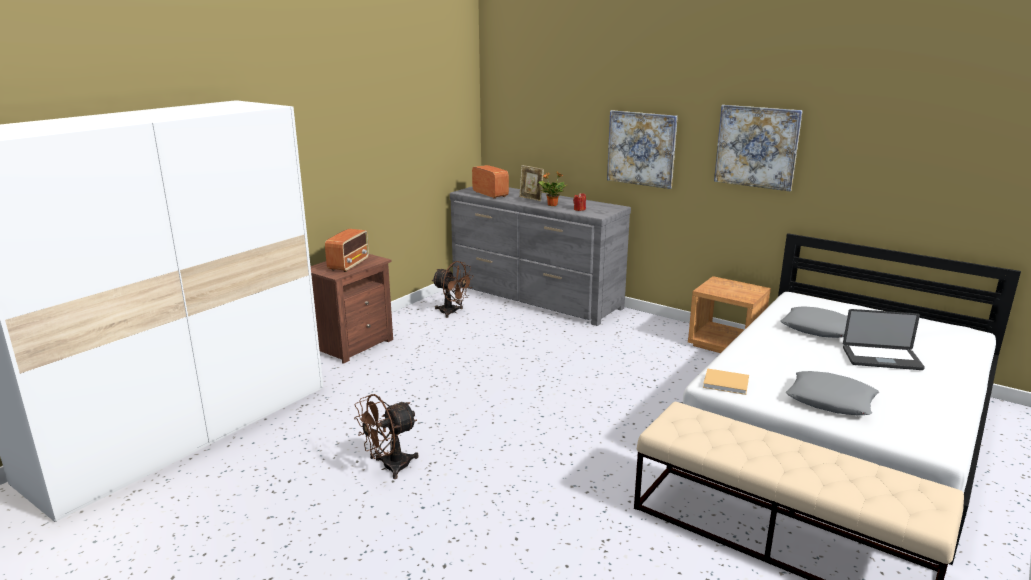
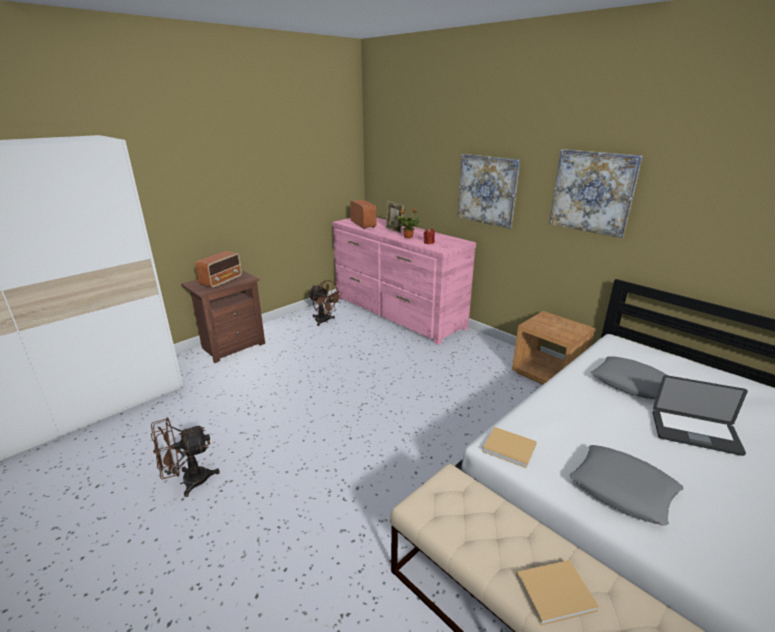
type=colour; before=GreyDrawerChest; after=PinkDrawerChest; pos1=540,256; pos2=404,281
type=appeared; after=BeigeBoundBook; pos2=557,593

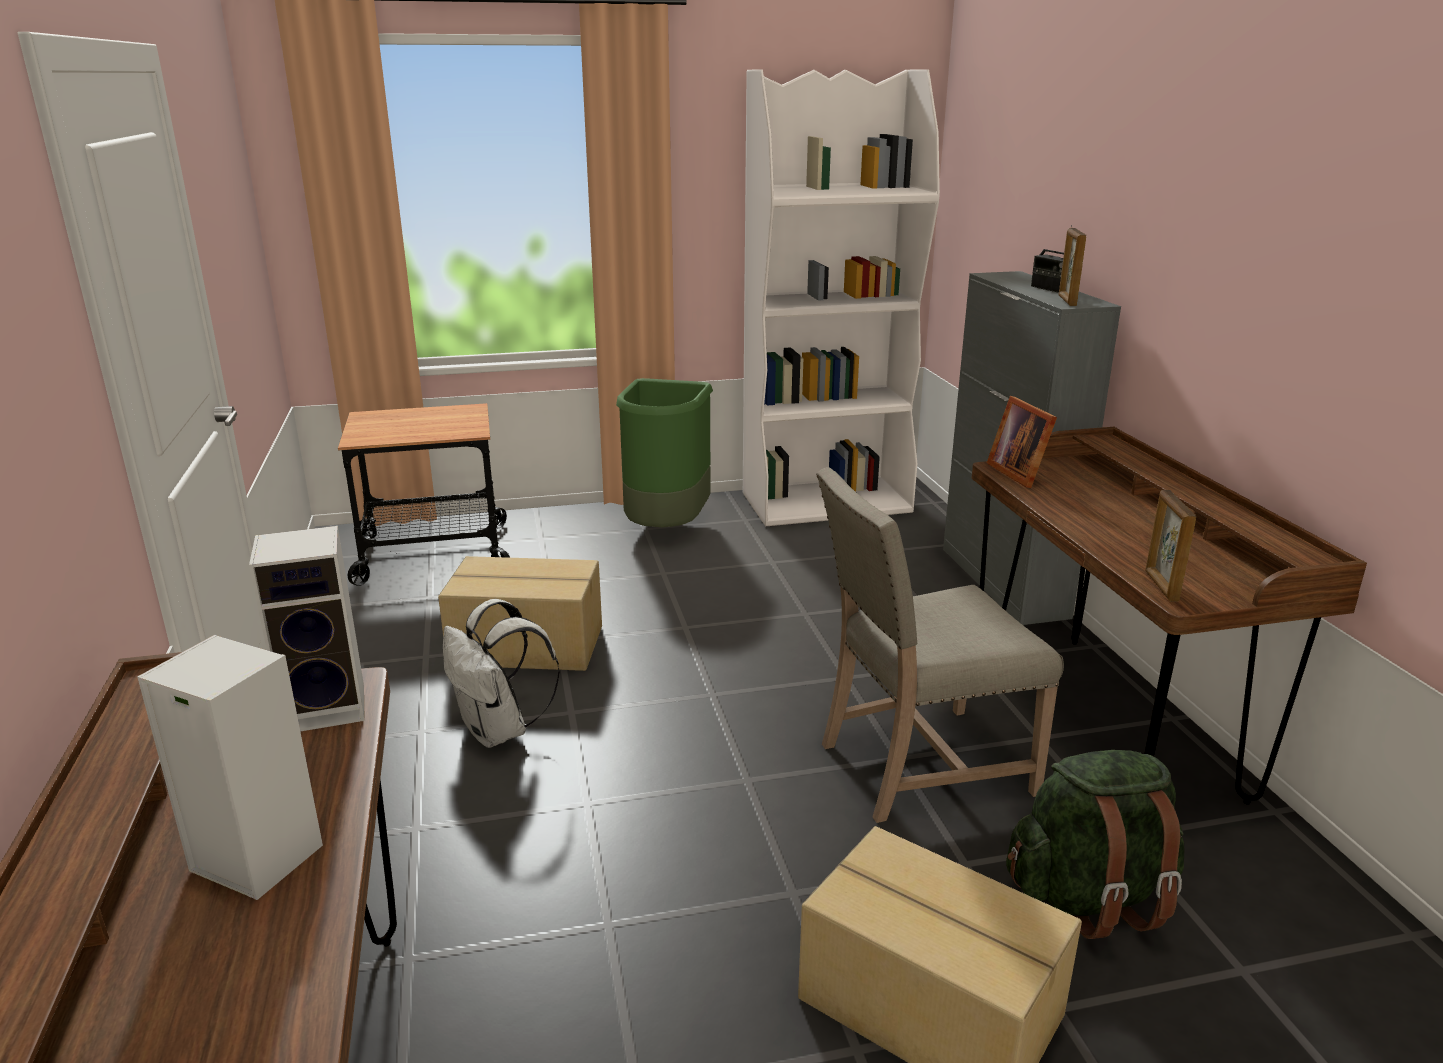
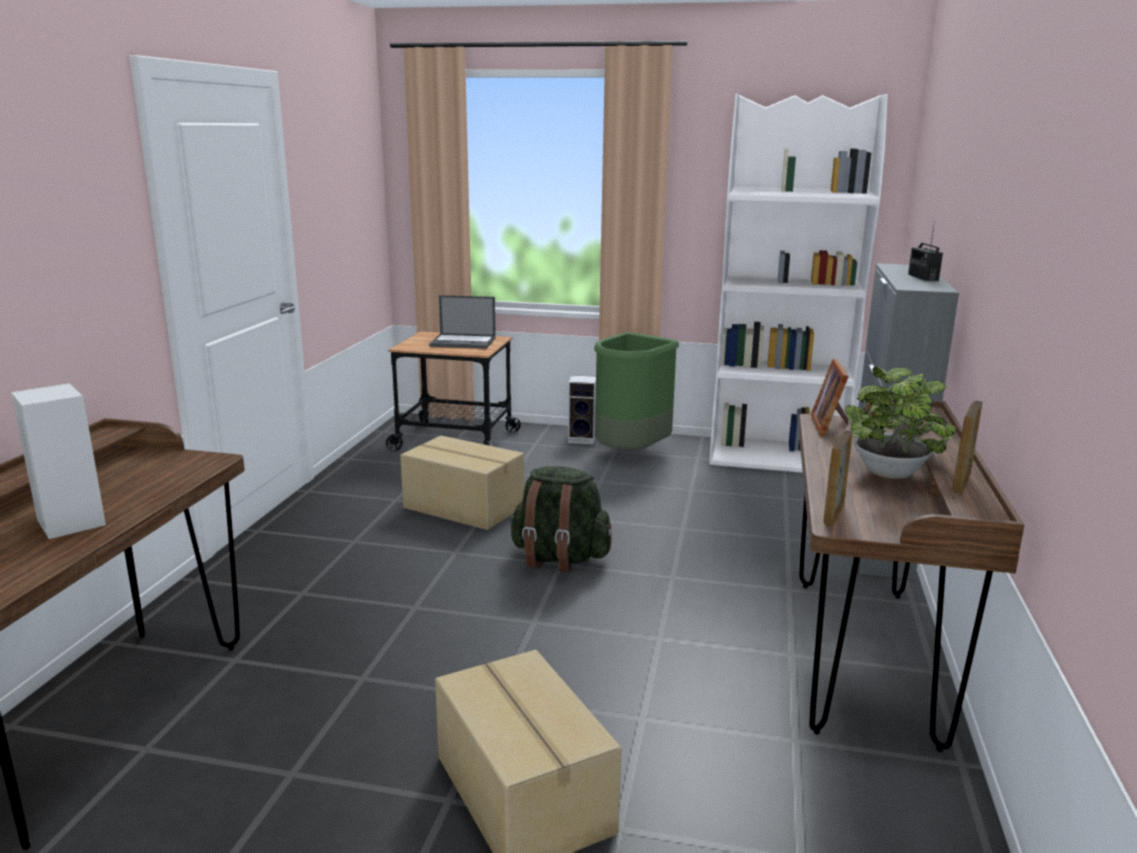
type=relocated; before=Loudspeaker; pos1=307,629; pos2=582,409
type=missing; before=WhitishBackpack; pos1=501,673
type=missing; before=BeigeUprightChair; pos1=940,645
type=relocated; before=GreenishBackpack; pos1=1095,844; pos2=561,519
type=relocated; before=PictureFrame; pos1=1072,267; pos2=967,447
type=appeared; after=PortableComputer; pos2=462,322
type=appeared; after=PottedPlant; pos2=900,422

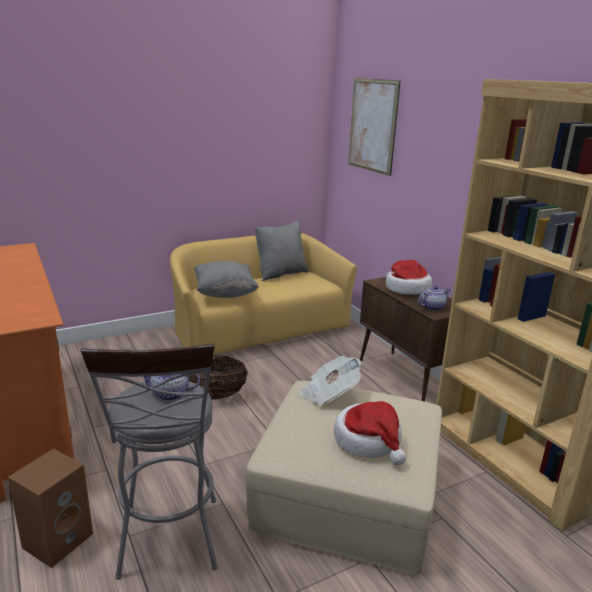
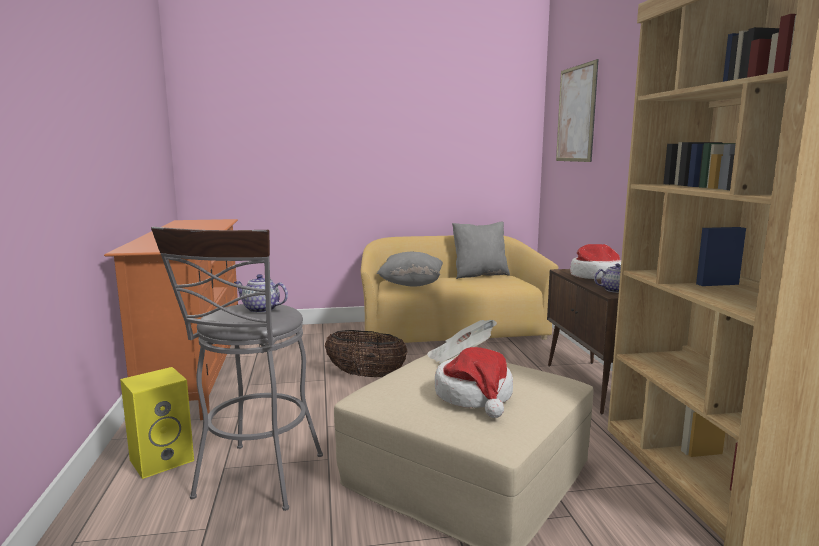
type=colour; before=BrownLoudspeaker; after=YellowishLoudspeaker; pos1=50,508; pos2=157,423

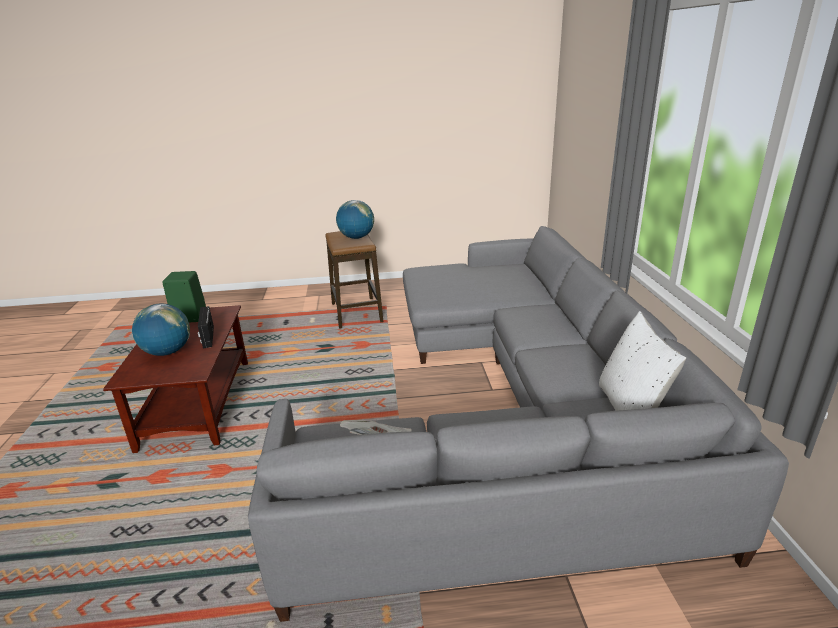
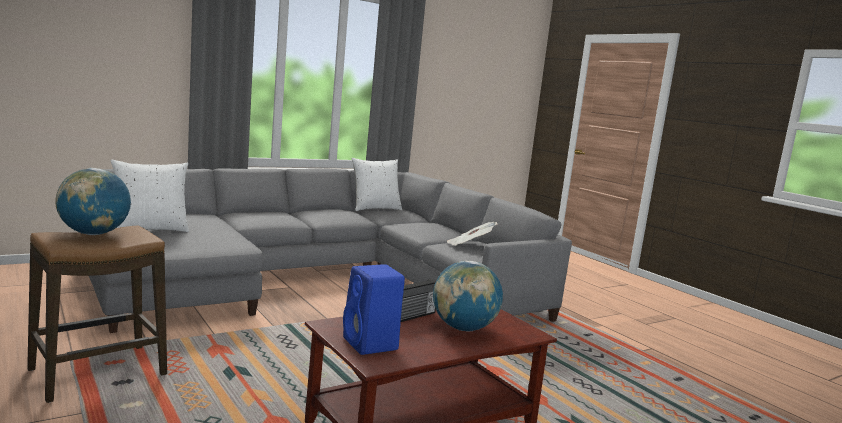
type=colour; before=GreenishLoudspeaker; after=BluishLoudspeaker; pos1=184,296; pos2=374,309
type=appeared; after=WhitishCushion; pos2=150,196

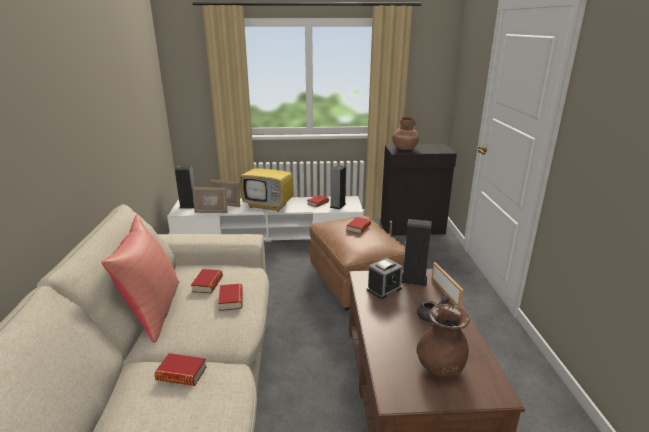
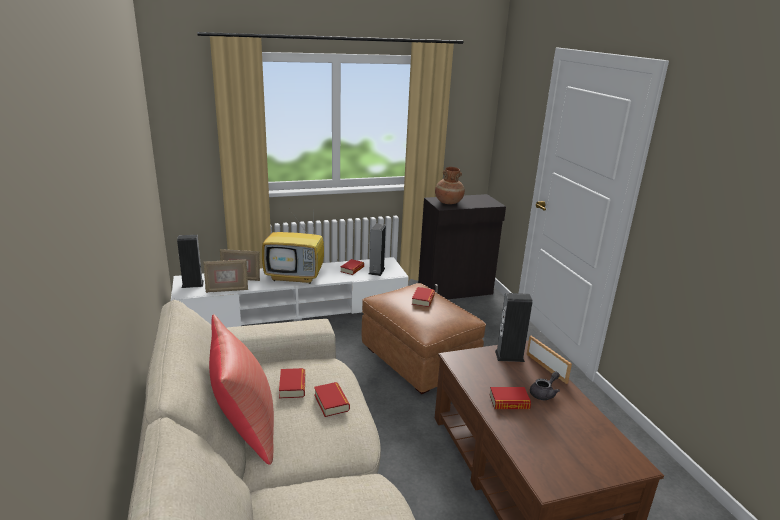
type=relocated; before=BoundBook; pos1=180,369; pos2=510,398
type=missing; before=AlarmClock; pos1=385,278
type=missing; before=BrownDecorativeVase; pos1=443,340

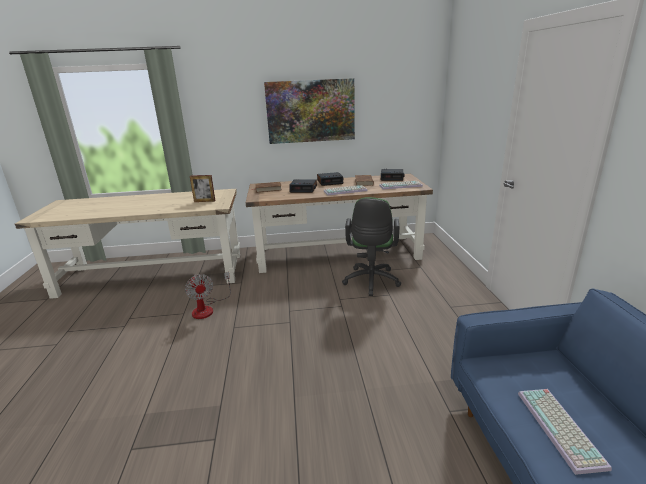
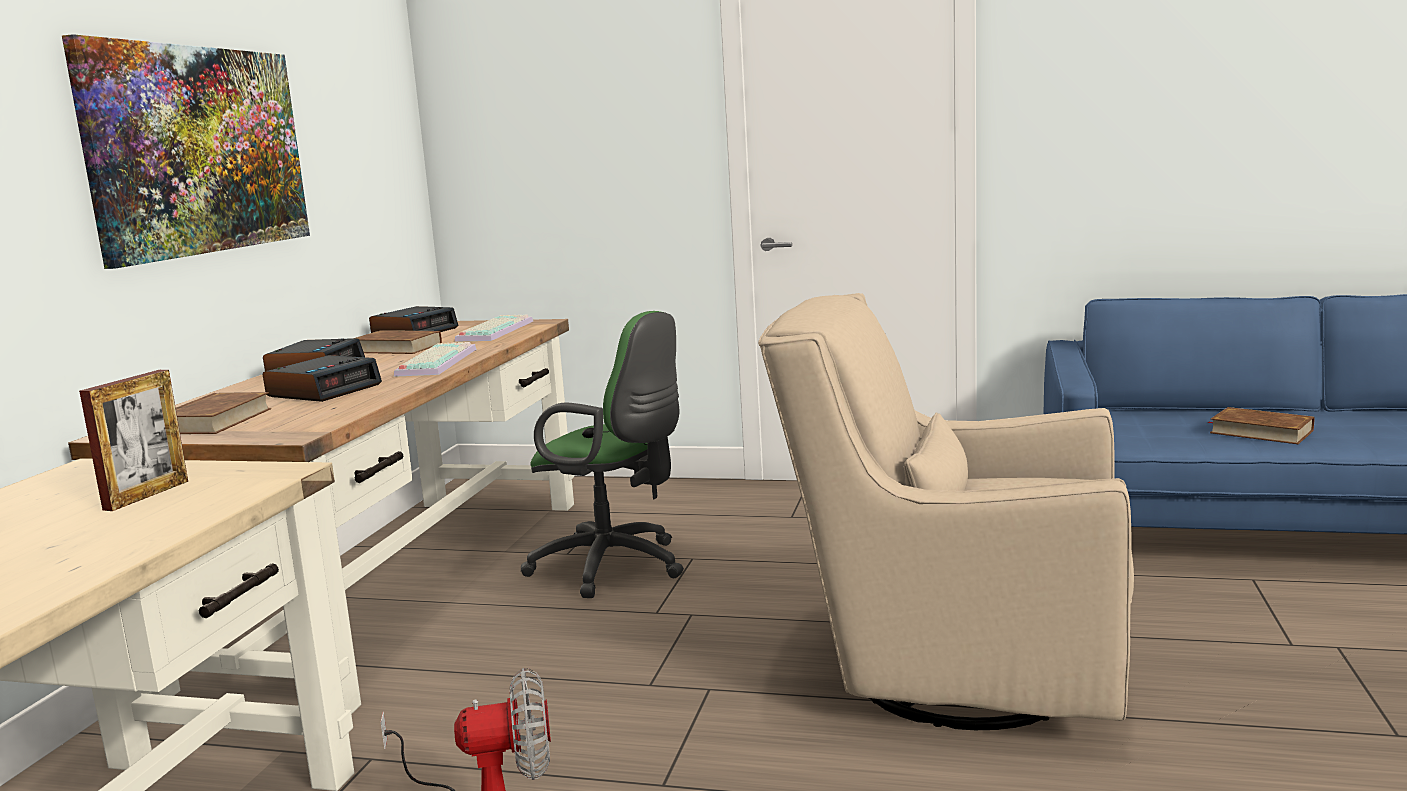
type=exchanged; before=PcKeyboard; after=BrownBoundBook; pos1=565,432; pos2=1260,425
type=appeared; after=BeigeLoungeChair; pos2=946,511

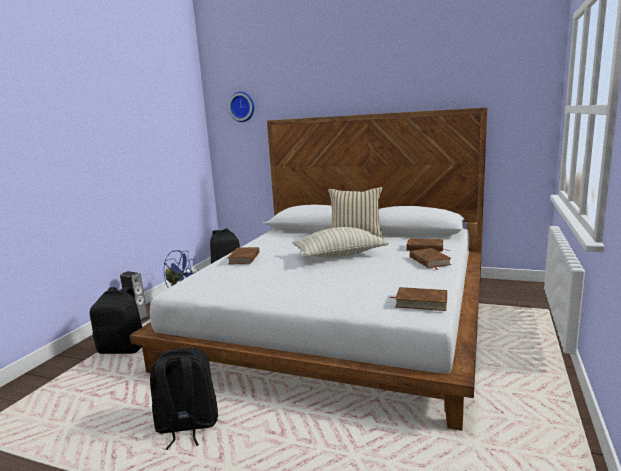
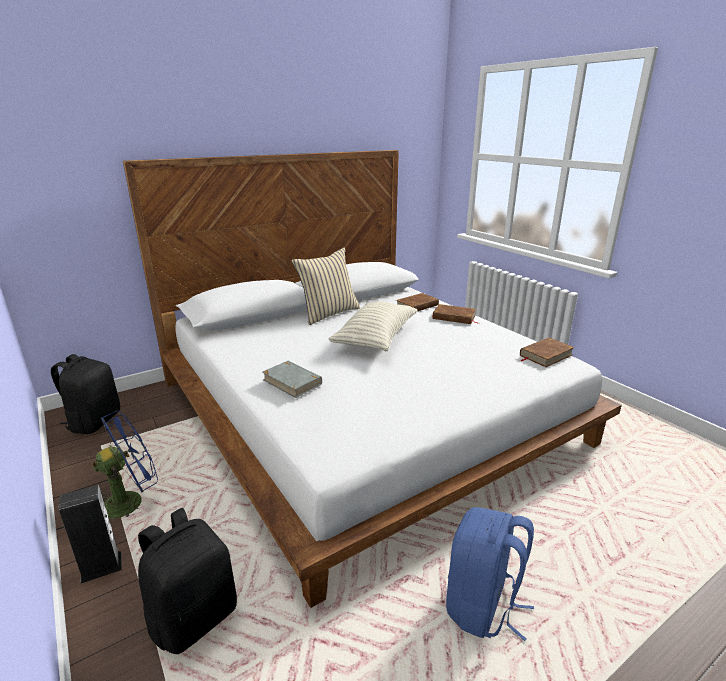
type=colour; before=BlackBackpack; after=BluishBackpack; pos1=184,399; pos2=490,574
type=colour; before=BrownBoundBook; after=GreyBoundBook; pos1=243,255; pos2=292,379
type=missing; before=ClockOnTheWall; pos1=241,107

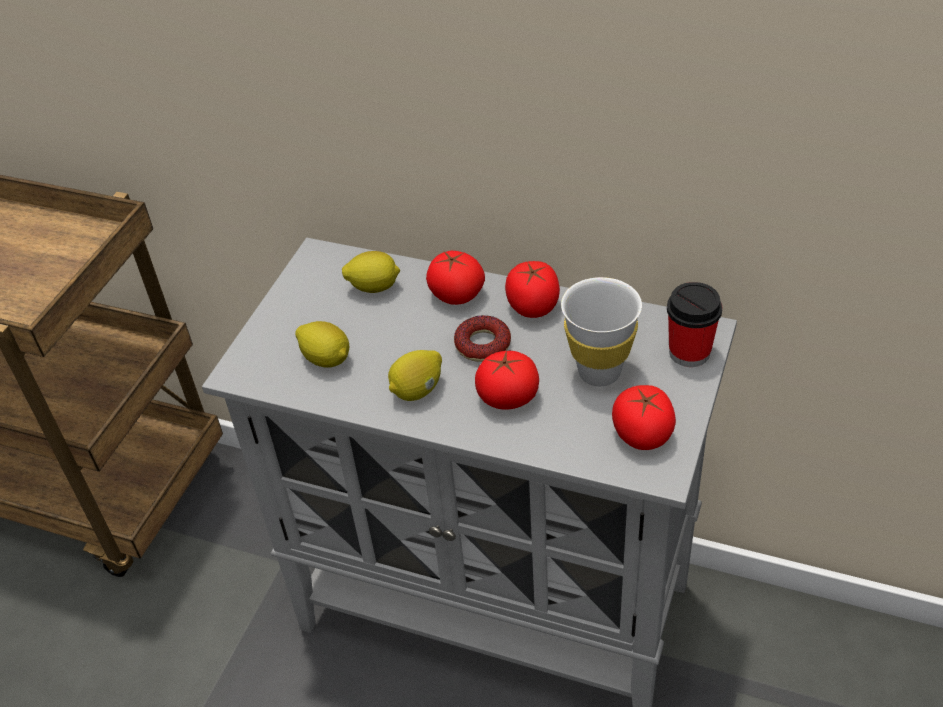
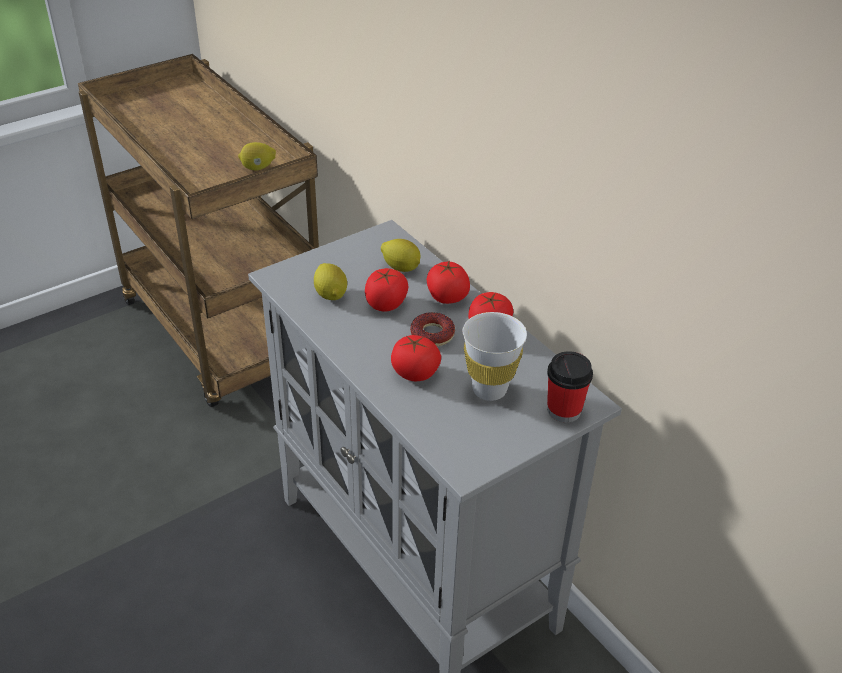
type=relocated; before=WholeLemon; pos1=415,375; pos2=257,156
type=relocated; before=WholeTomato; pos1=644,417; pos2=387,290

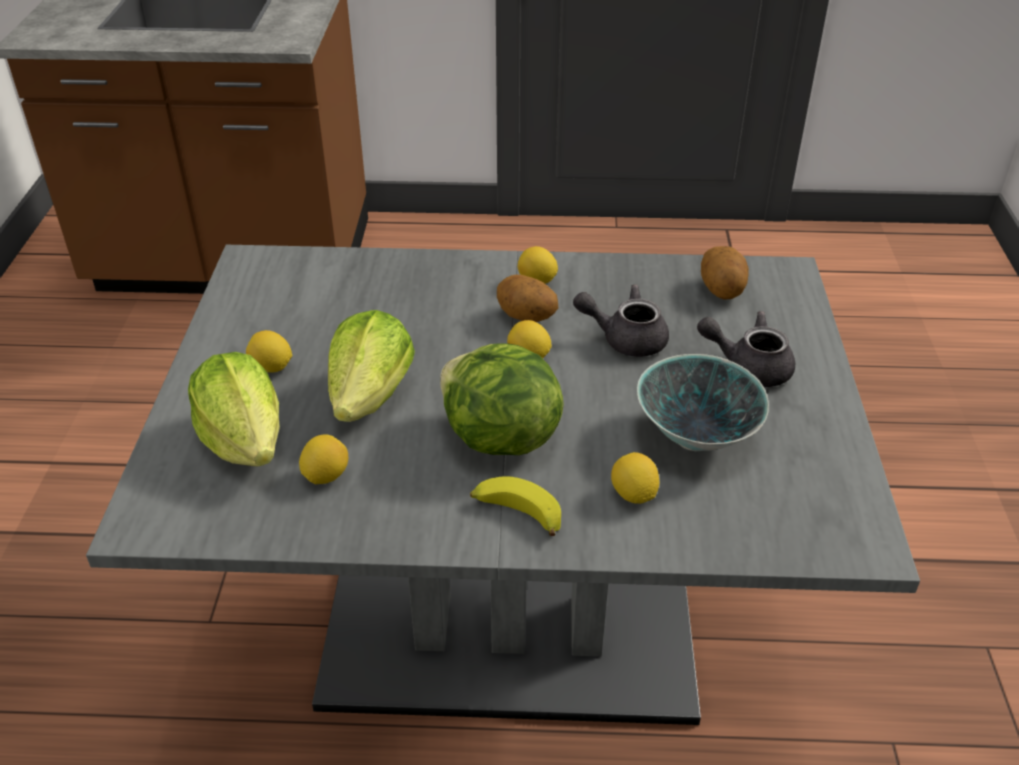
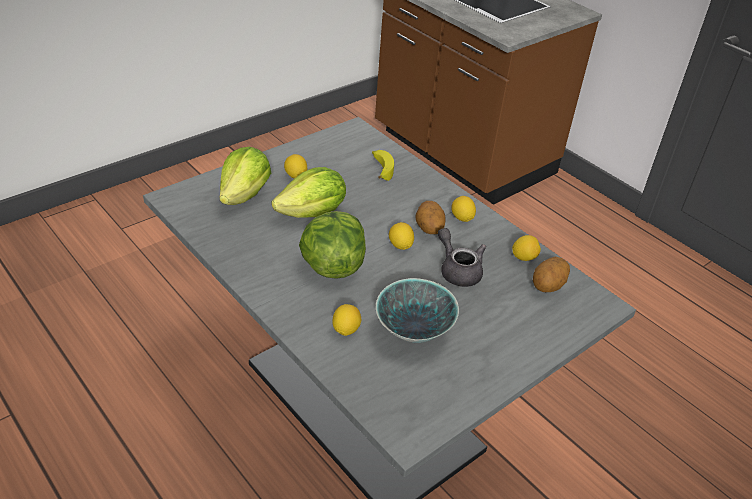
type=relocated; before=WholeLemon; pos1=323,459; pos2=526,248
type=relocated; before=BananaFruit; pos1=515,506; pos2=383,165
type=missing; before=GreyPotForTea; pos1=746,349

